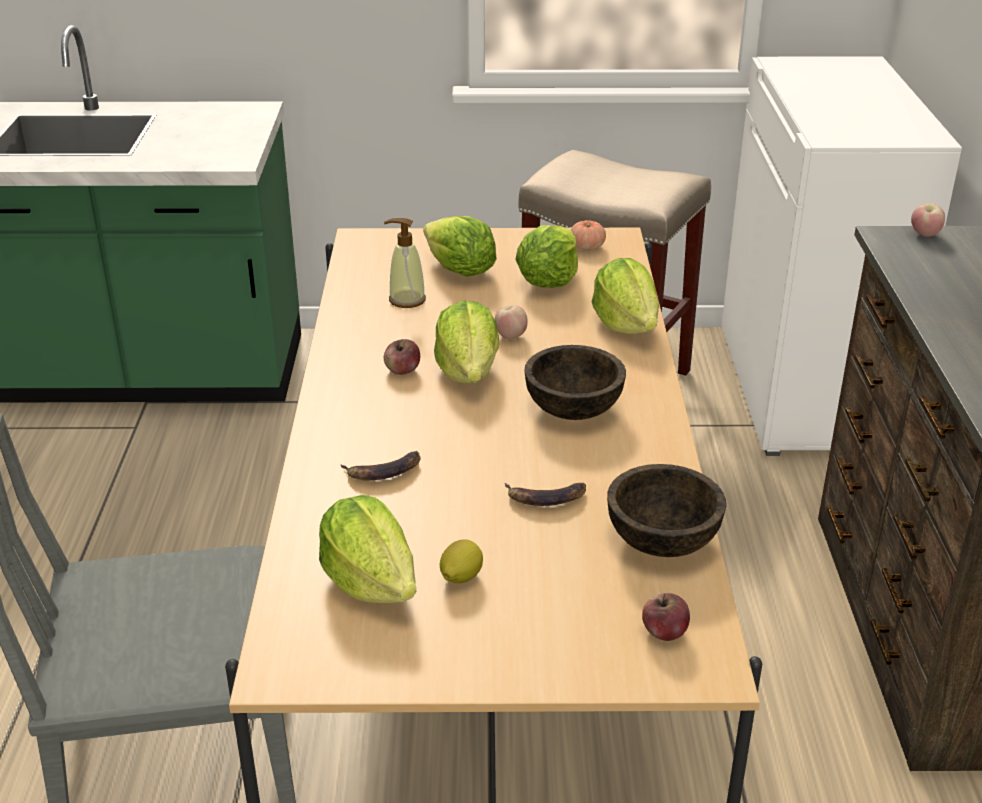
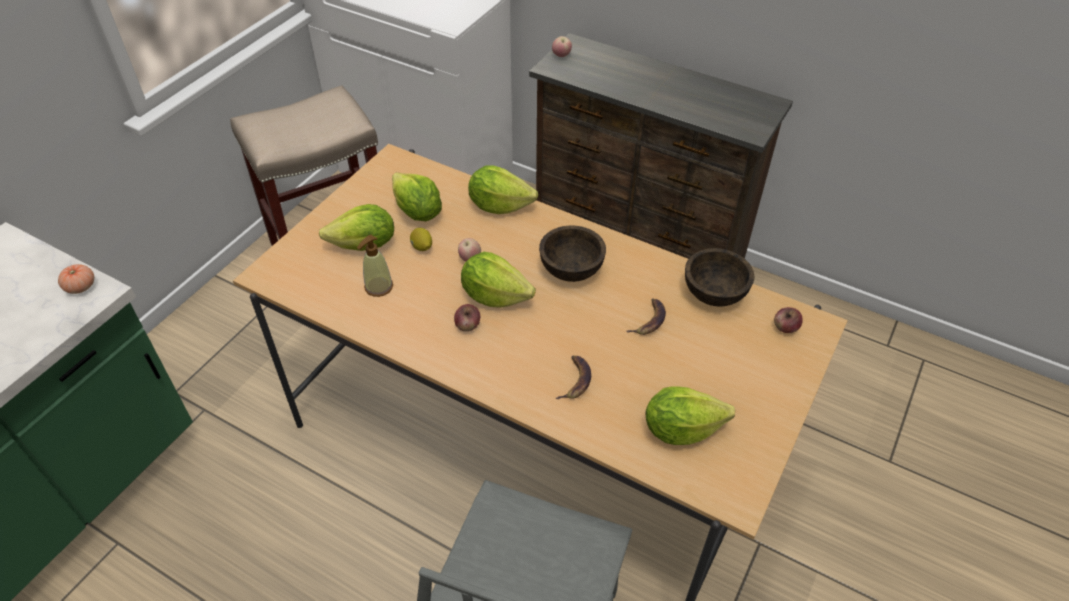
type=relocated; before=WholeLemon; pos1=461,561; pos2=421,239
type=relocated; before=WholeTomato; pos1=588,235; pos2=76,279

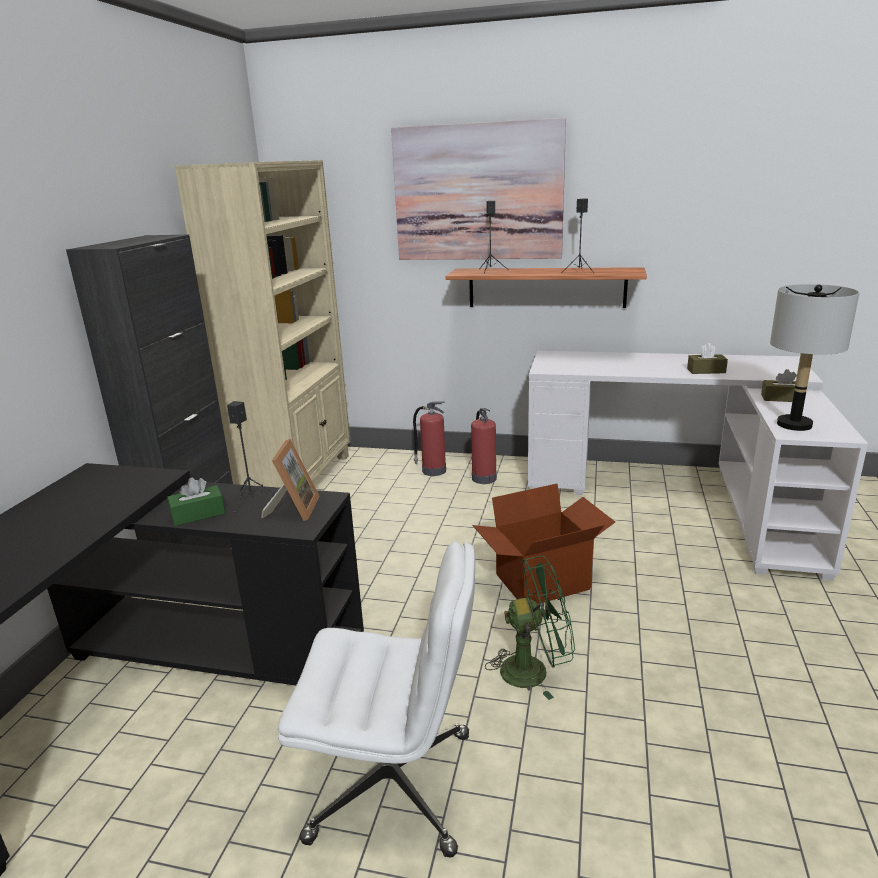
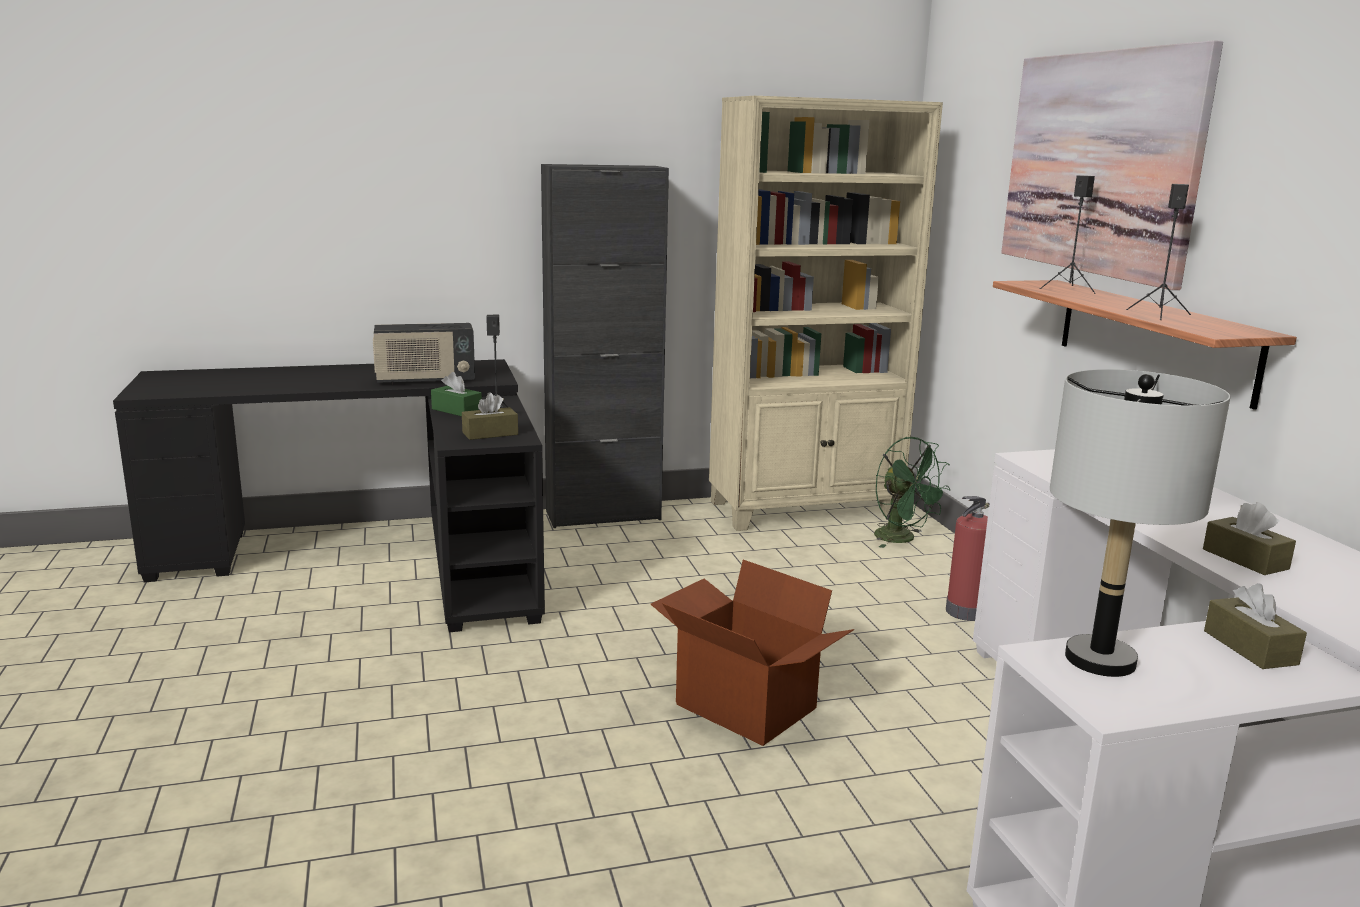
type=exchanged; before=PictureFrame; after=BrownTissueBox; pos1=290,480; pos2=490,416
type=missing; before=WhitishComputerChair; pos1=376,699
type=missing; before=FireFightingCylinder; pos1=429,438
type=relocated; before=GreenishFan; pos1=530,628; pos2=912,492
type=appeared; after=RadioSet; pos2=424,354

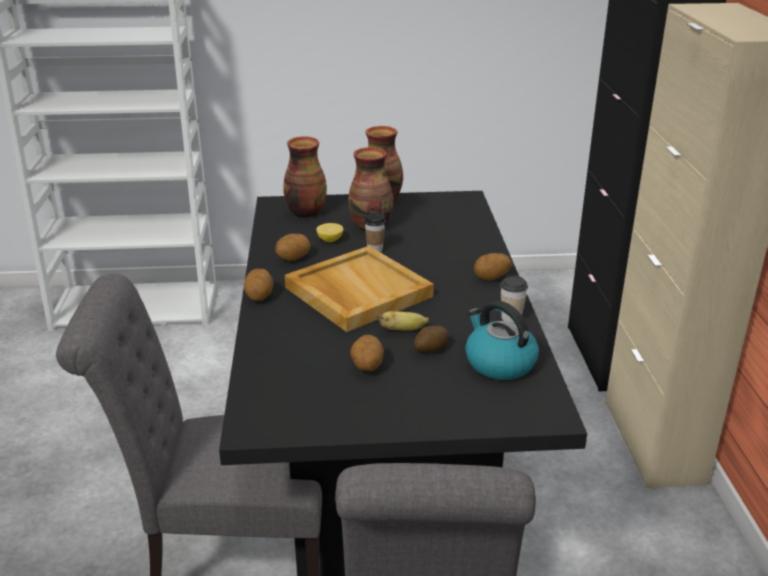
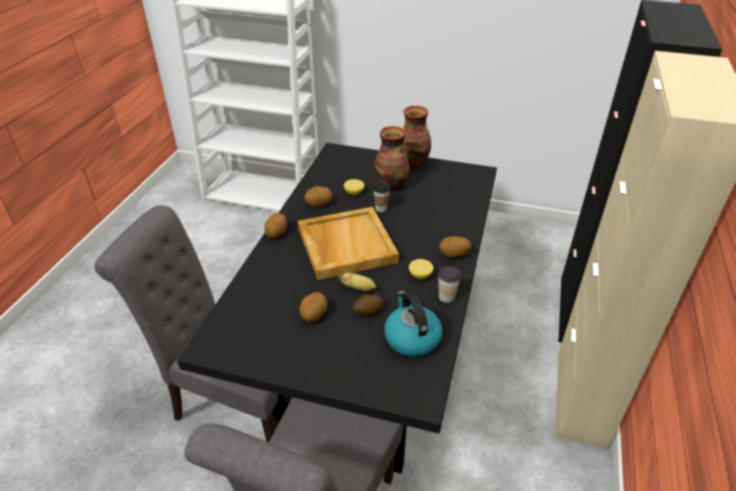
type=missing; before=DecorativeVase; pos1=305,177
type=appeared; after=WholeLemon; pos2=421,269

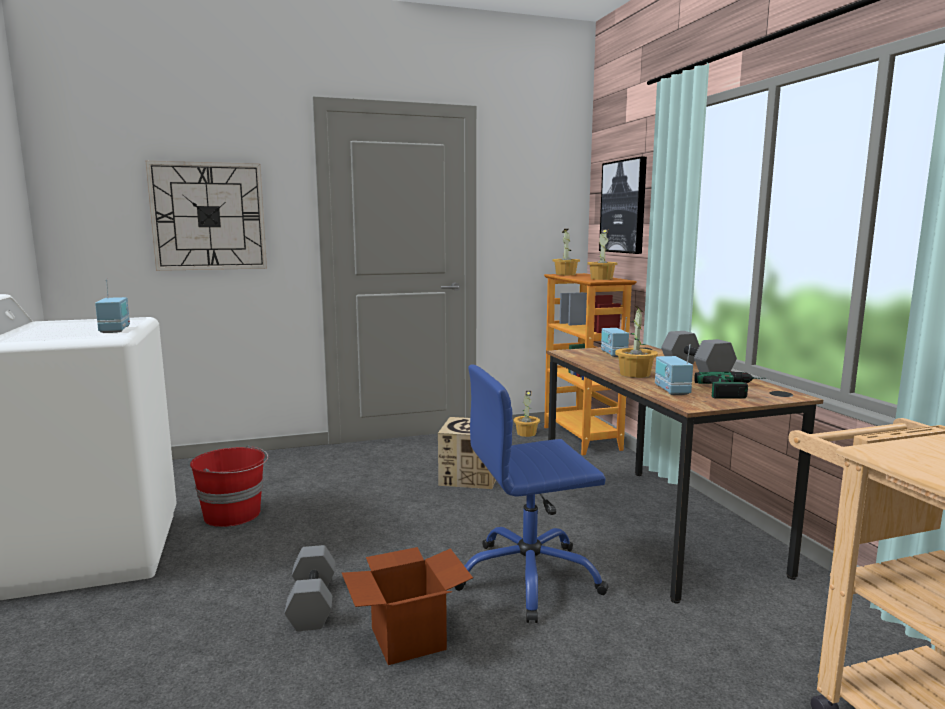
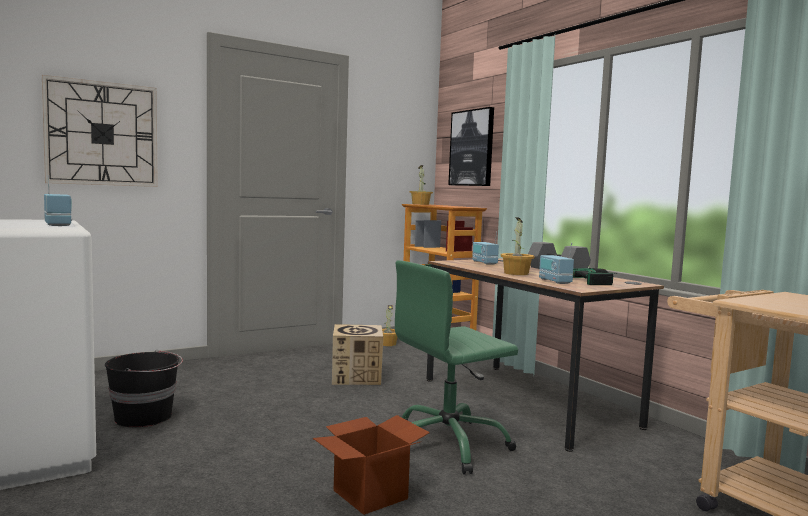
type=colour; before=RedBucket; after=BlackBucket; pos1=229,486; pos2=144,388
type=missing; before=GreyFreeWeight; pos1=309,588
type=colour; before=BluishComputerChair; after=GreenishComputerChair; pos1=532,494; pos2=456,367
type=missing; before=PottedPlant; pos1=602,254

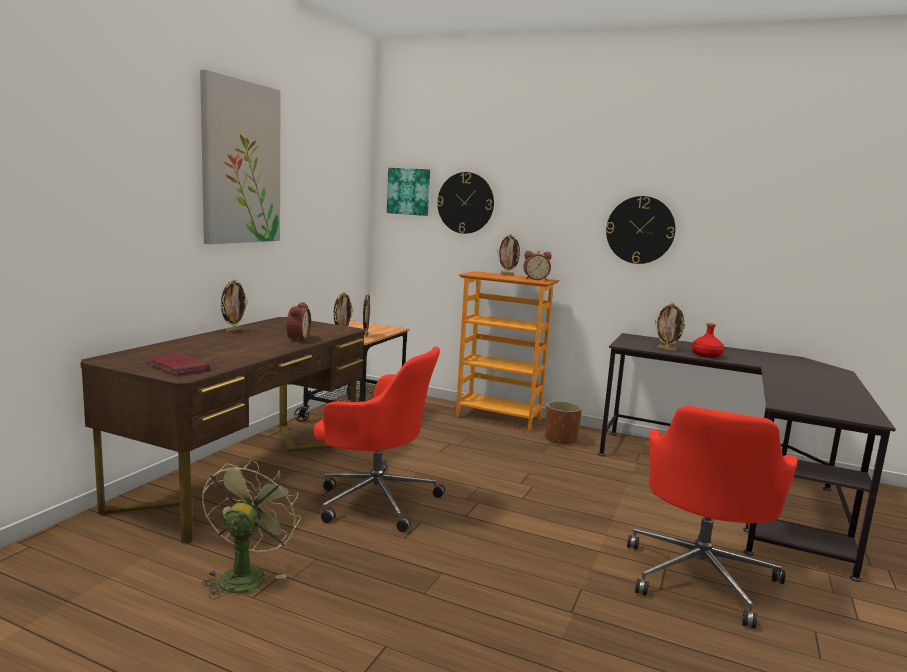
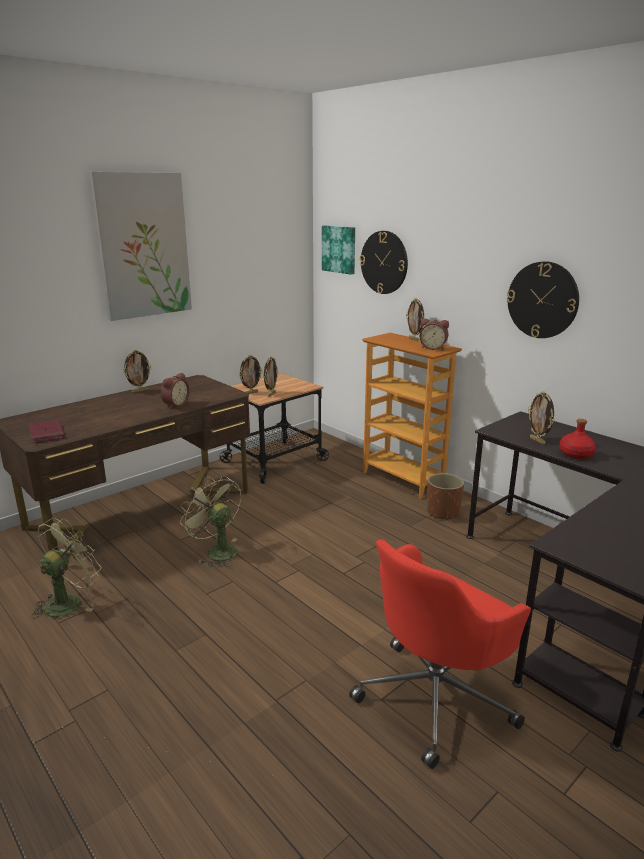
type=exchanged; before=RedComputerChair; after=GreenishFan; pos1=379,439; pos2=210,521

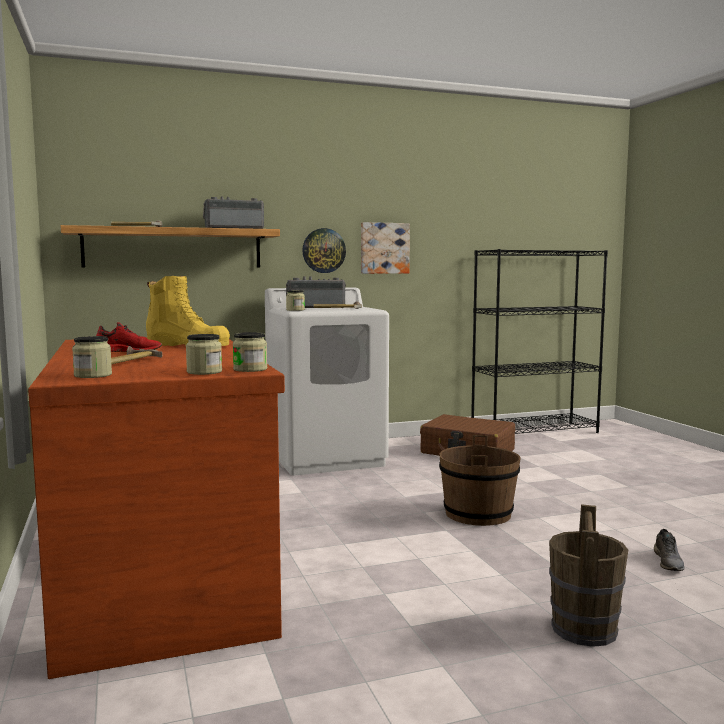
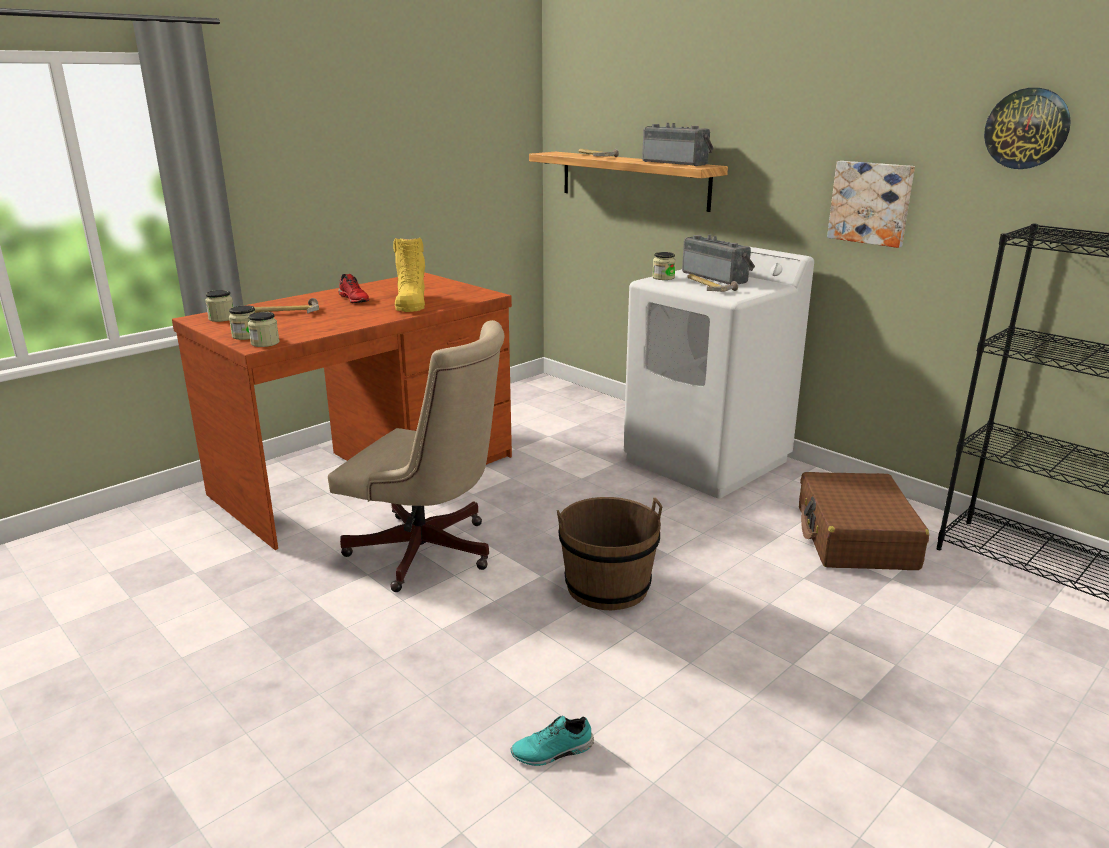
type=relocated; before=ClockOnTheWall; pos1=324,250; pos2=1027,128
type=missing; before=BrownBucket; pos1=588,575
type=colour; before=GreyLowShoe; after=BlueGreenLowShoe; pos1=669,550; pos2=552,741
type=appeared; after=BeigeComputerChair; pos2=416,456

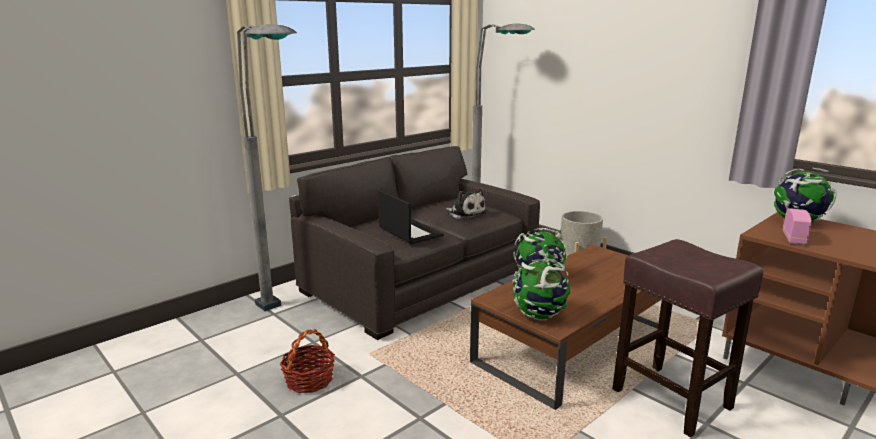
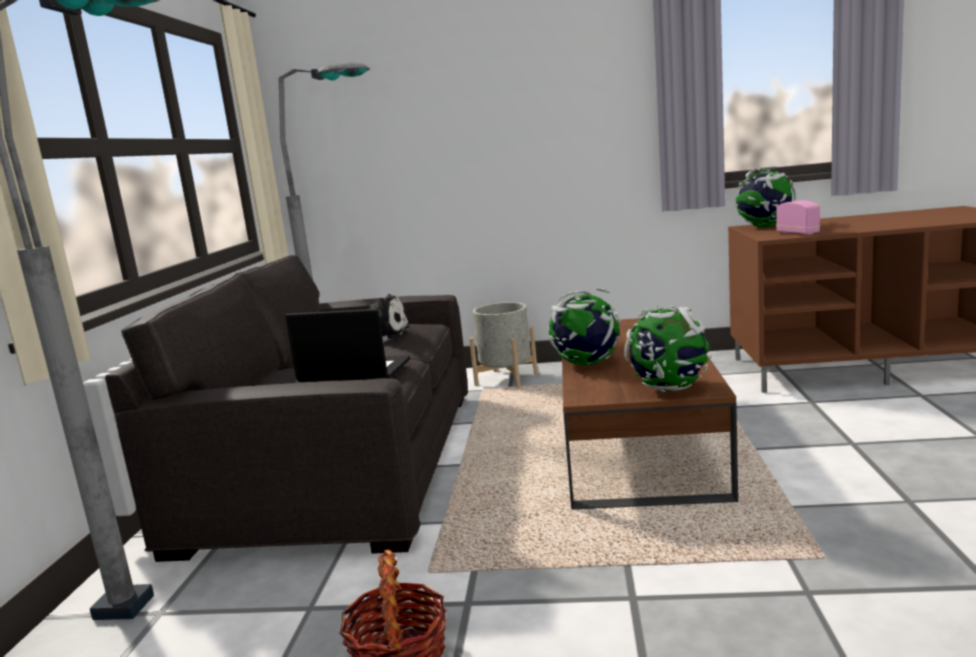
type=missing; before=BrownSittingStool; pos1=687,338

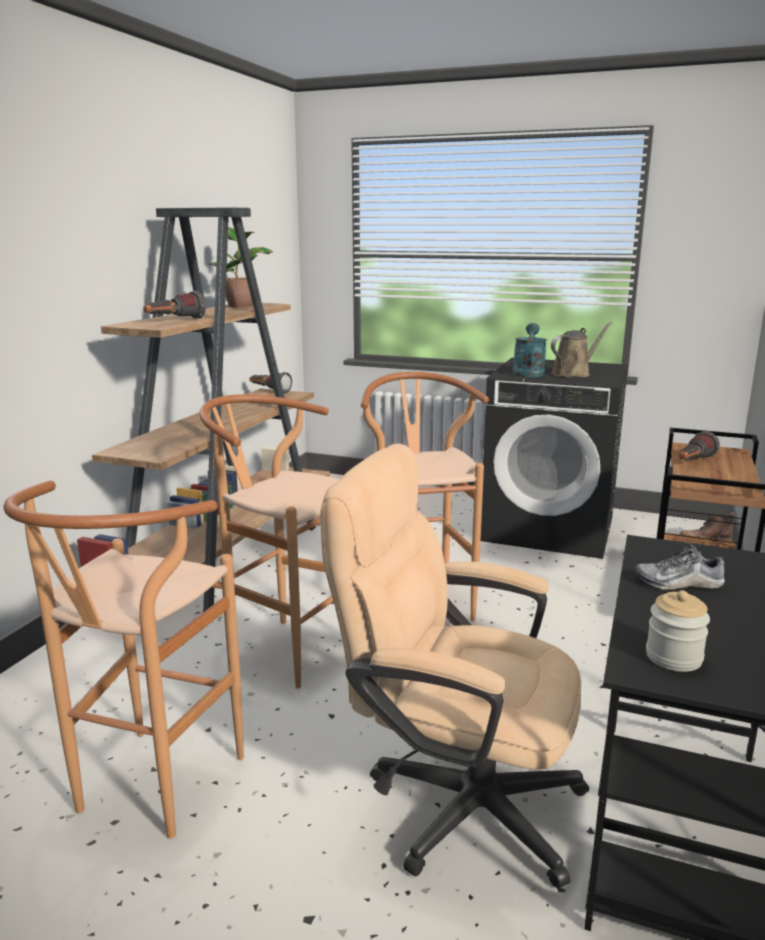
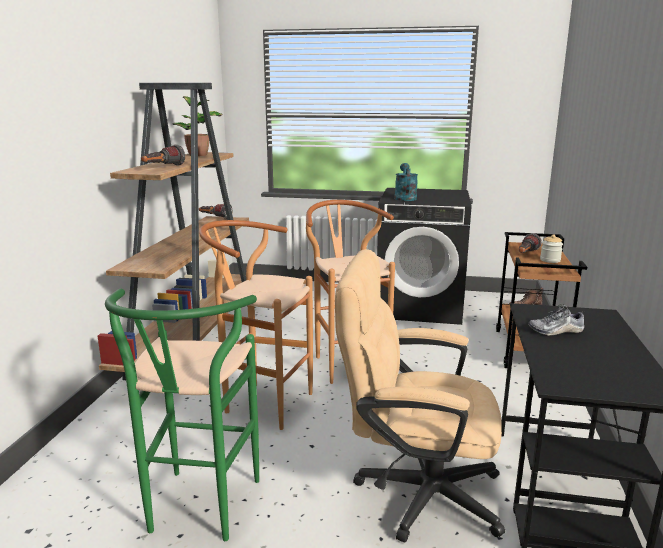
type=colour; before=BrownSittingStool; after=GreenishSittingStool; pos1=124,660; pos2=182,415
type=missing; before=BrownWateringPot; pos1=582,349
type=relocated; before=StorageJar; pos1=678,631; pos2=551,248

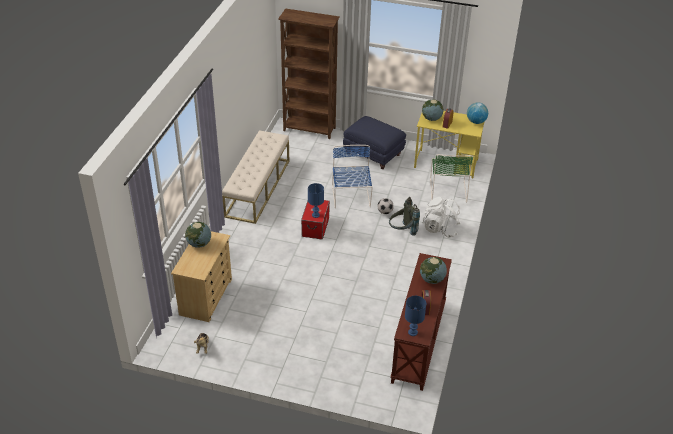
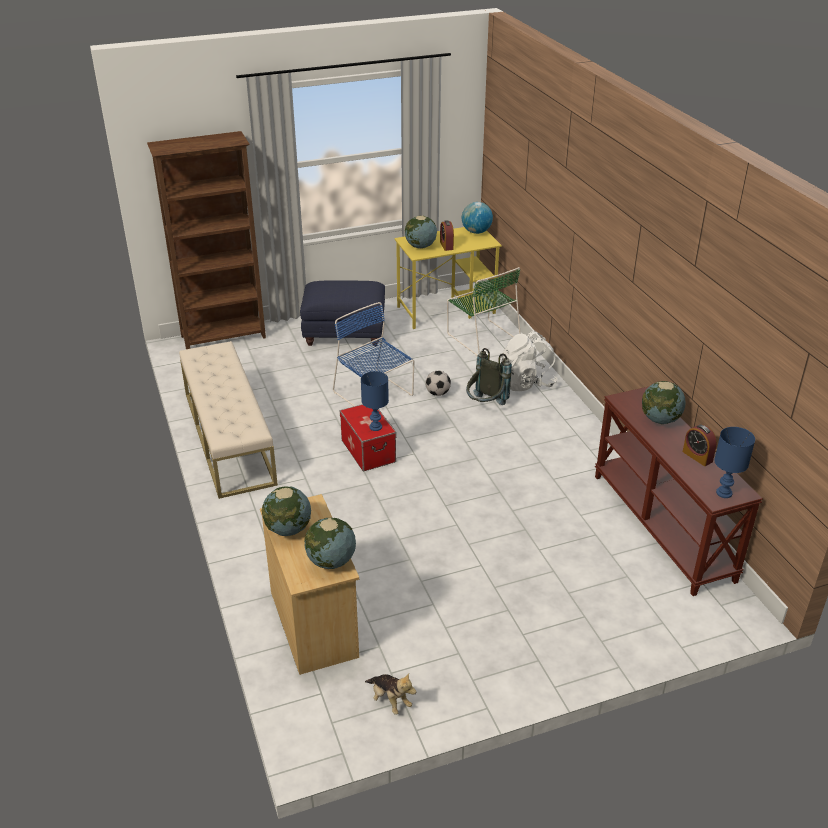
type=appeared; after=WorldGlobe; pos2=330,543

